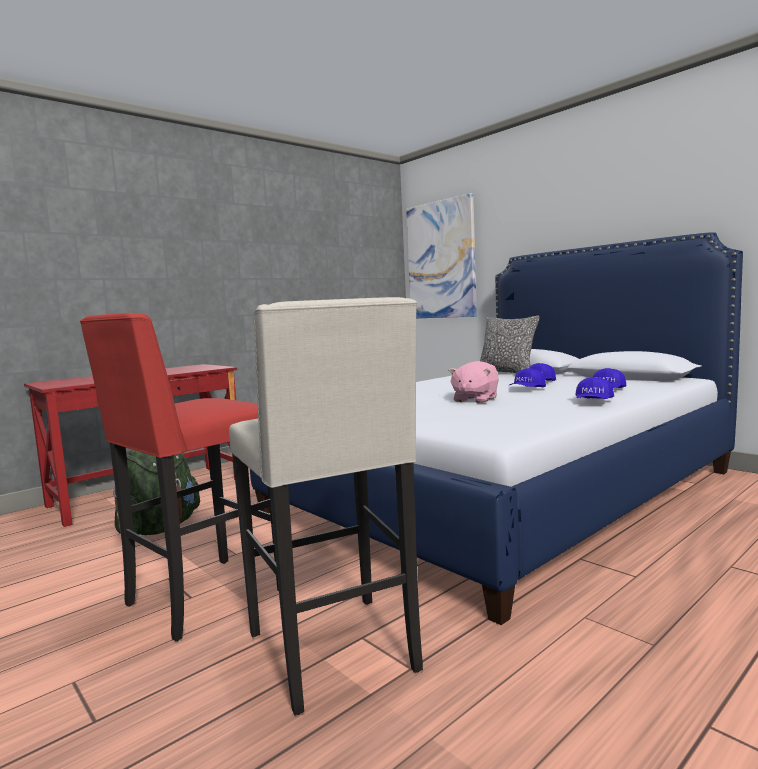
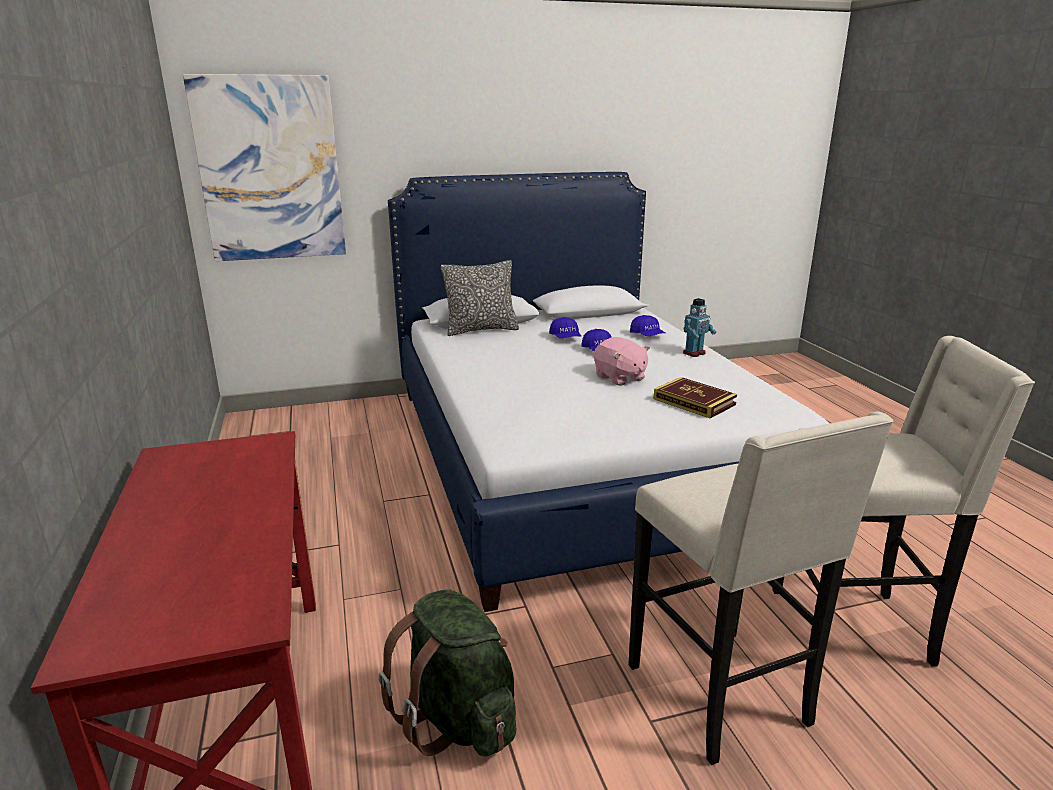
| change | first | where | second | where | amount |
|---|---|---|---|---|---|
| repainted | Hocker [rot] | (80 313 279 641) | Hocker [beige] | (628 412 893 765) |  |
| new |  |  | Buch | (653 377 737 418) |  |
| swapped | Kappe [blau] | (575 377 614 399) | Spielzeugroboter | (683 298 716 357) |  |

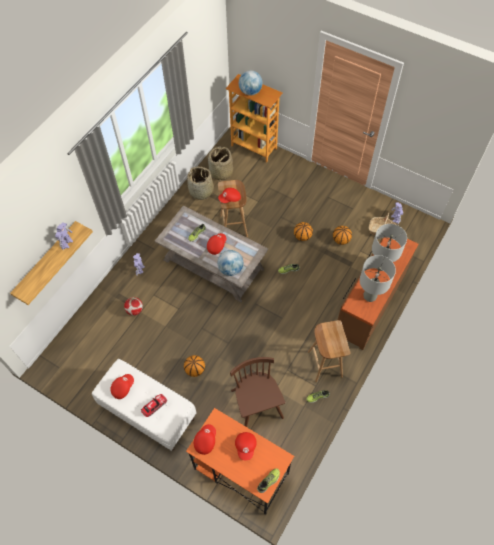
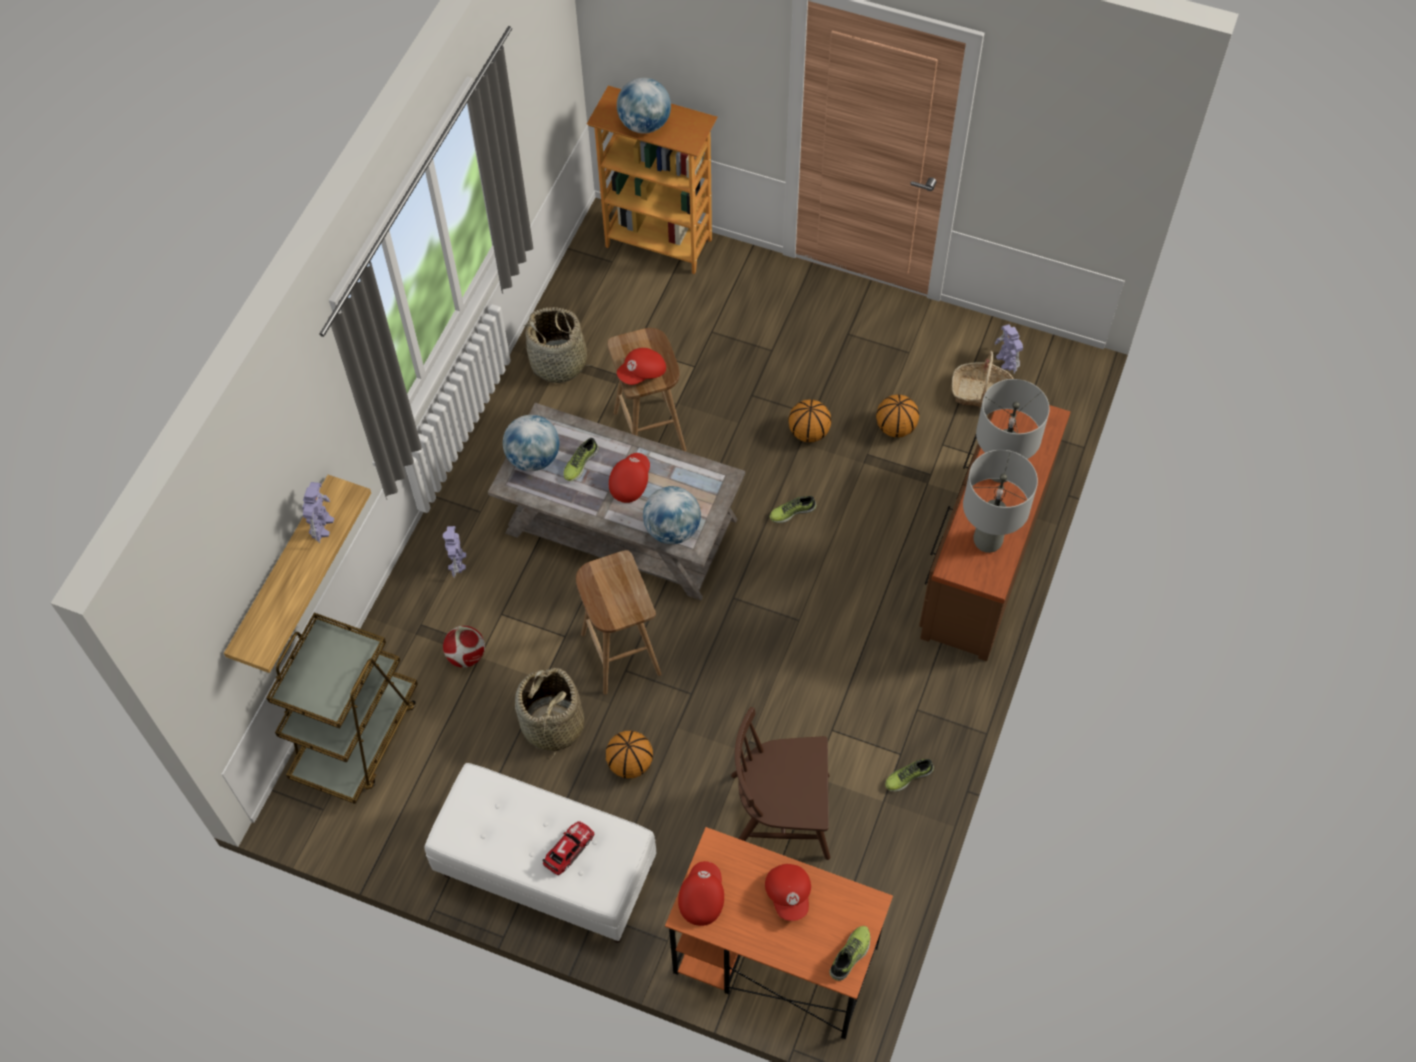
| change | first | where | second | where | amount |
|---|---|---|---|---|---|
| new |  |  | Rollwagen [braun] | (266 613 418 804) |  |
| new |  |  | Globus | (503 415 559 471) |  |
| shifted | Korb | (208 146 233 181) |  | (515 668 584 759) |  |
| shifted | Hocker [braun] | (308 320 350 382) |  | (576 550 661 694) |  |
| rotated | Stuhl [braun] | (230 357 285 427) |  | (731 707 830 860) | 60 degrees counterclockwise |
| gone | Kappe [rot] | (110 374 134 399) |  |  |  |

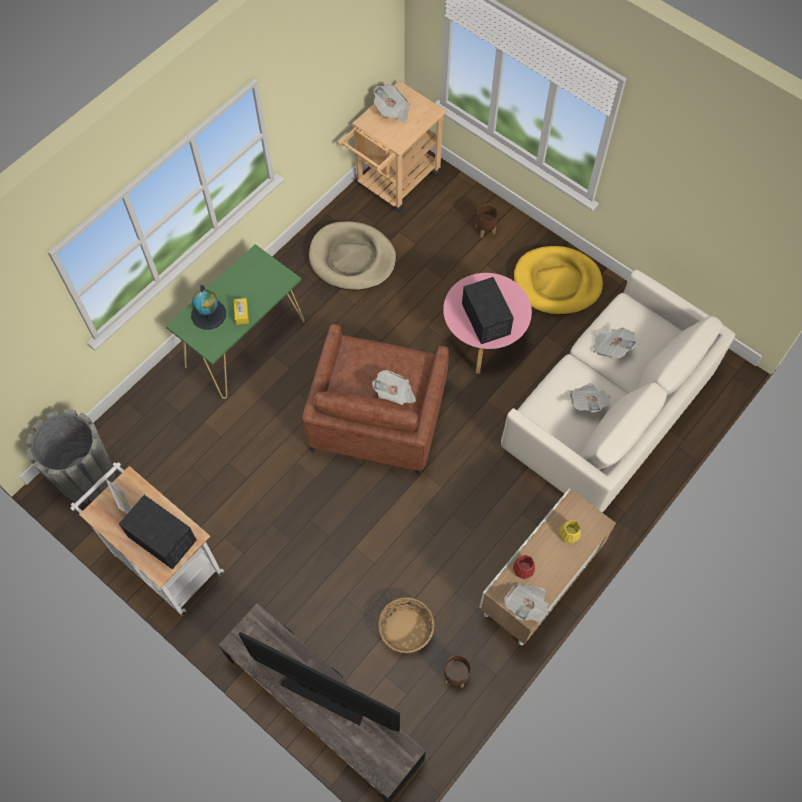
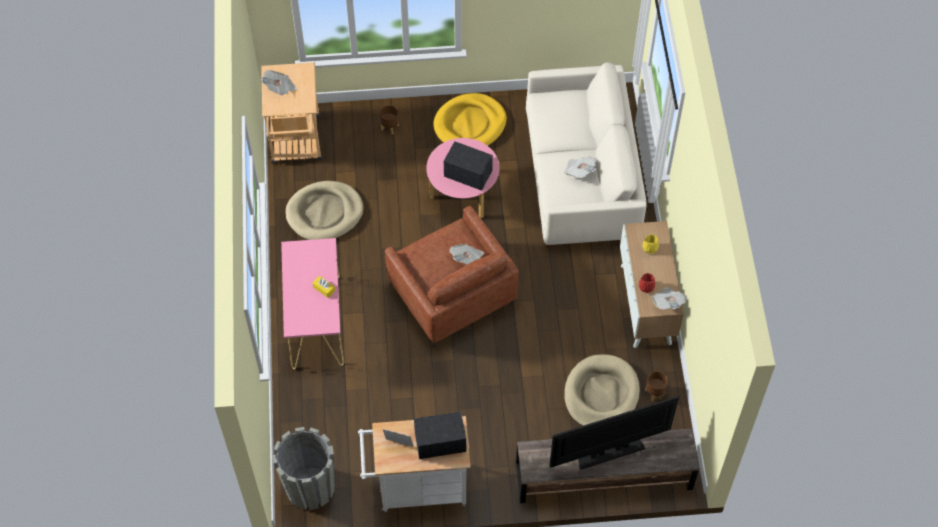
| change | first | where | second | where | amount |
|---|---|---|---|---|---|
| repainted | Konsolentisch [grün] | (166 244 304 399) | Konsolentisch [rosa] | (281 238 344 370) |  |
| swapped | Korb | (378 597 434 653) | Hundebett [beige] | (564 354 640 426) |  |
| gone | Globus | (191 285 226 330) |  |  |  |
| gone | Zeitung | (593 328 636 359) |  |  |  |

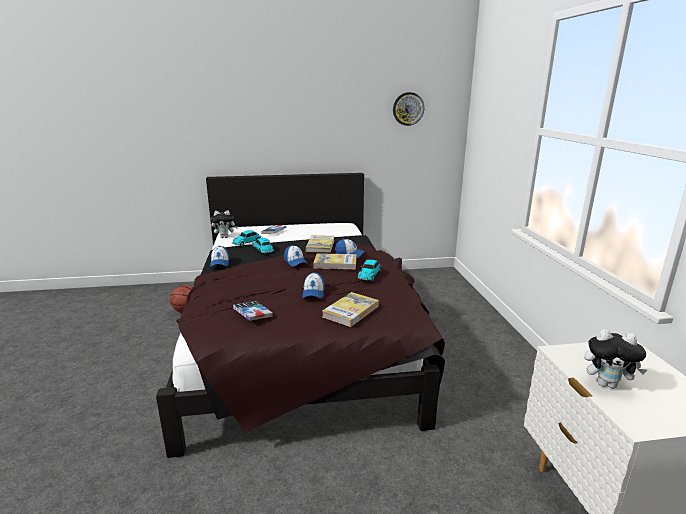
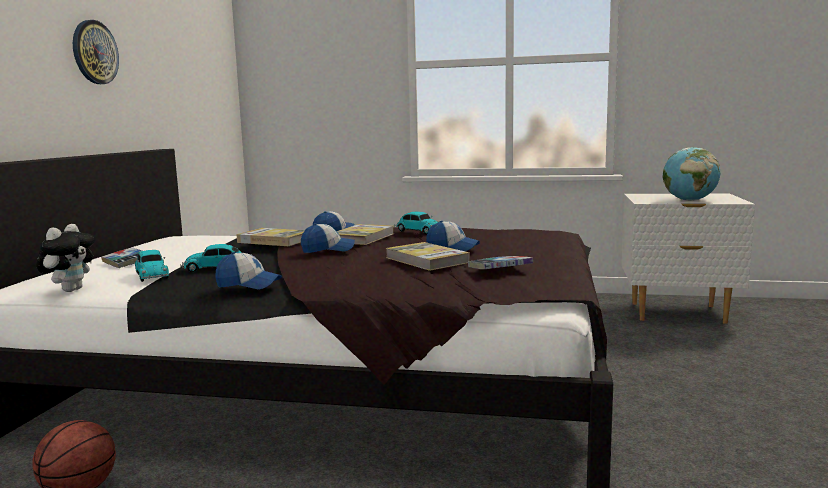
| change | first | where | second | where | amount |
|---|---|---|---|---|---|
| shifted | Wanduhr | (393 92 424 126) |  | (73 20 119 84) |  |
| shifted | Buch | (322 292 379 327) |  | (386 242 470 271) |  |
| swapped | Plüschtier | (584 329 647 389) | Globus | (663 147 721 201) |  |

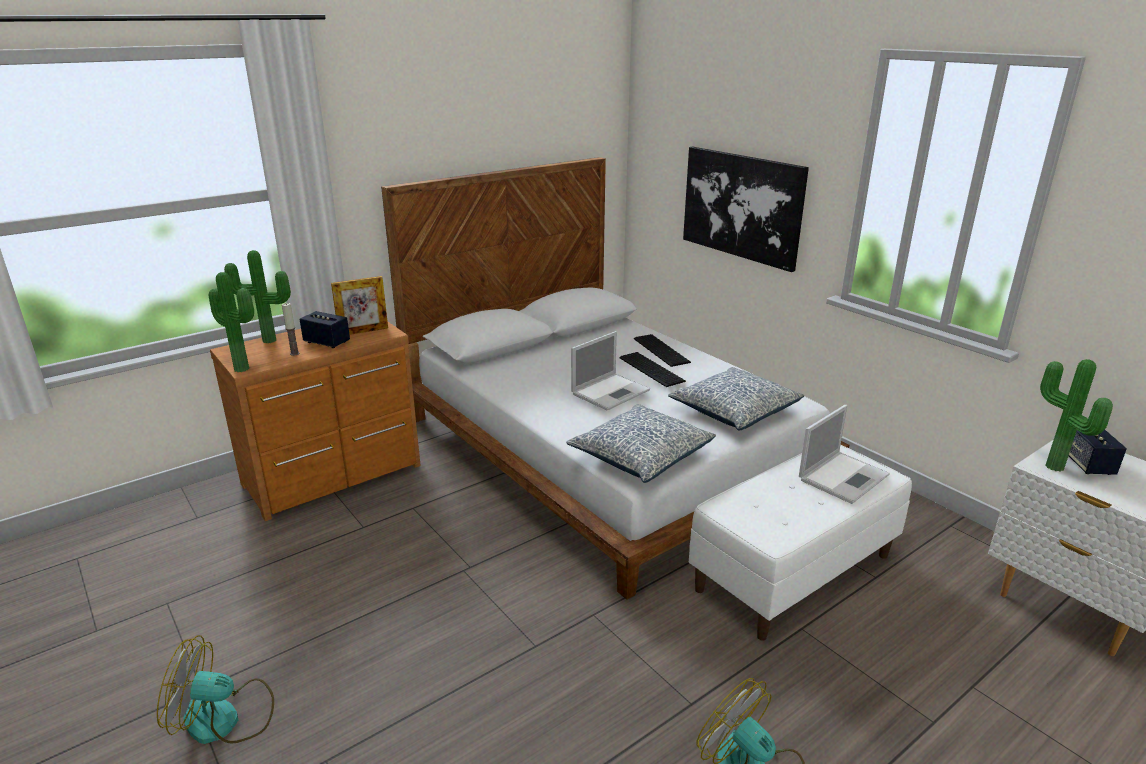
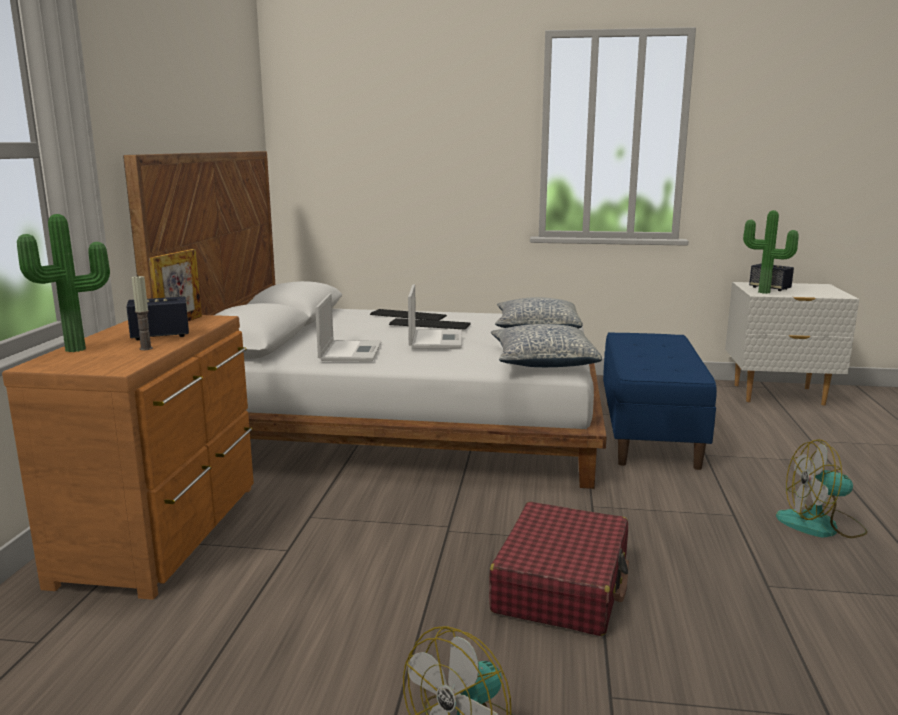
| change | first | where | second | where | amount |
|---|---|---|---|---|---|
| shifted | Laptop | (799 405 890 504) |  | (315 293 382 361) |  |
| new |  |  | Koffer [rot] | (489 502 629 636) |  |
| repainted | Bank [weiß] | (689 445 912 641) | Bank [blau] | (603 332 717 470) |  |
| gone | Topfpflanze | (208 272 254 372) |  |  |  |
| gone | Bild | (683 147 809 272) |  |  |  |

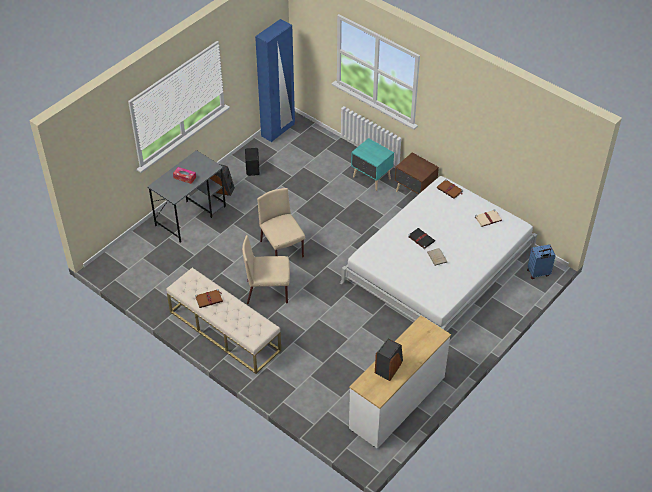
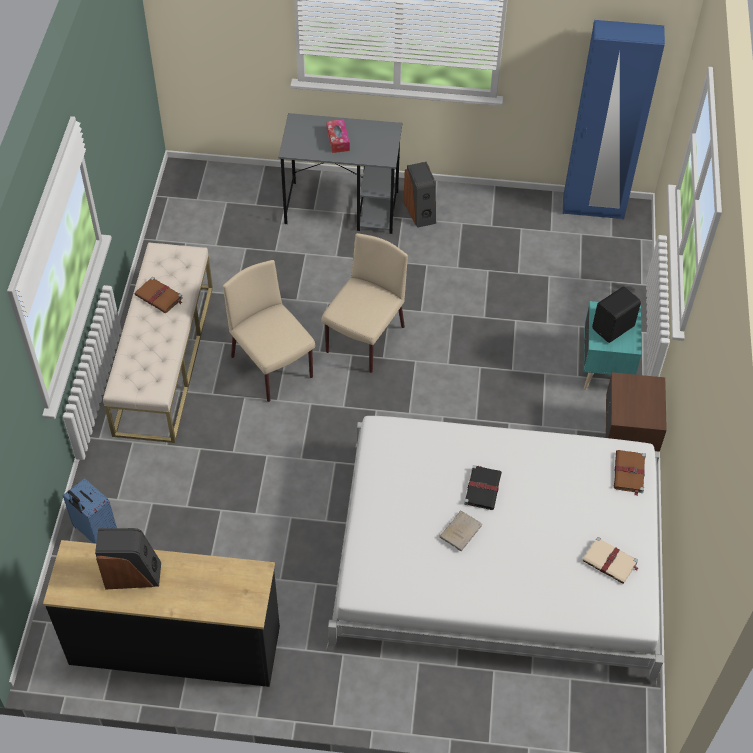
| change | first | where | second | where | amount |
|---|---|---|---|---|---|
| repainted | Kommode [weiß] | (349 316 451 449) | Kommode [schwarz] | (43 540 280 687) |  |
| shifted | Koffer [blau] | (527 244 556 279) |  | (63 478 117 544) |  |
| shifted | Lautsprecher [schwarz] | (245 148 260 176) |  | (592 286 641 343) |  |

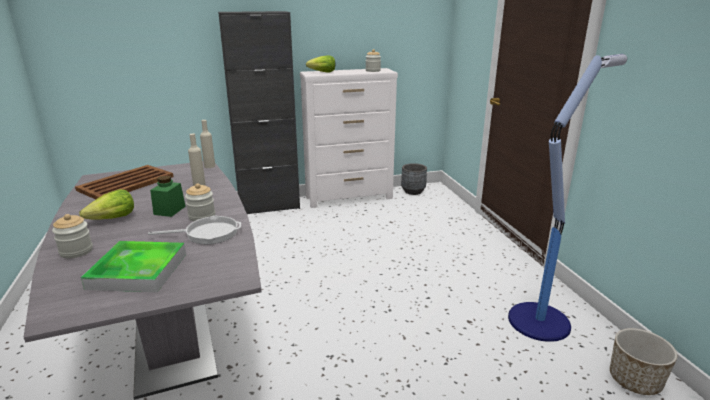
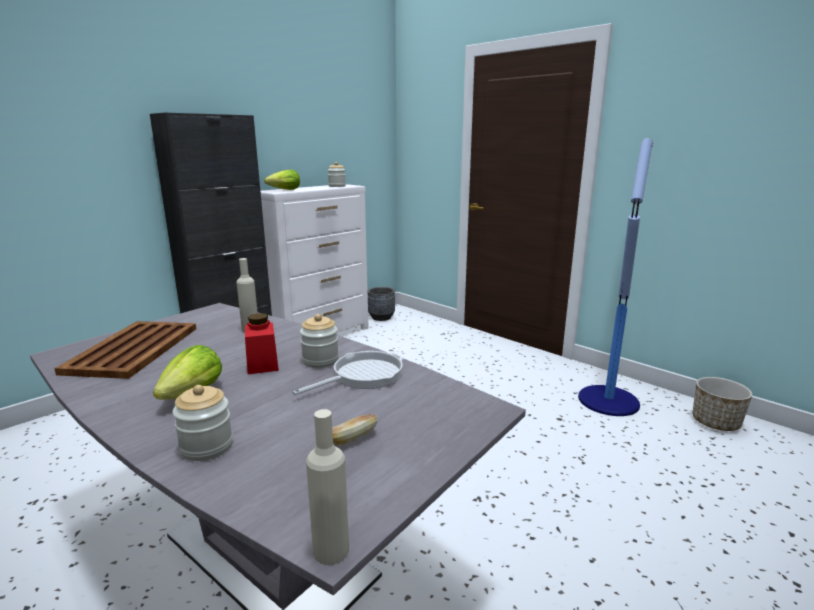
| change | first | where | second | where | amount |
|---|---|---|---|---|---|
| repainted | Vorratsglas [grün] | (150 175 186 217) | Vorratsglas [rot] | (245 313 279 374) |  |
| shifted | Flasche [beige] | (200 120 215 168) |  | (306 409 349 565) |  |
| swapped | Tablett | (81 241 186 292) | Brot | (332 414 377 446) |  |

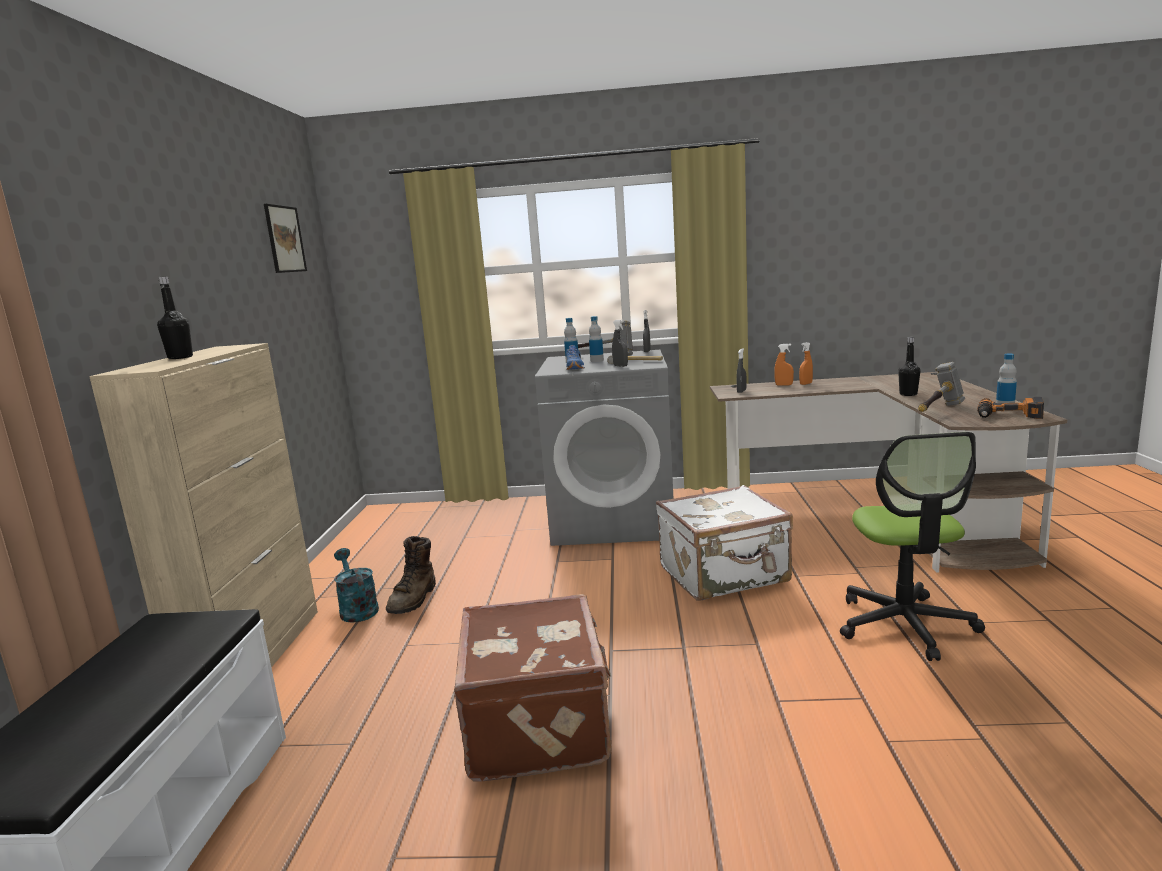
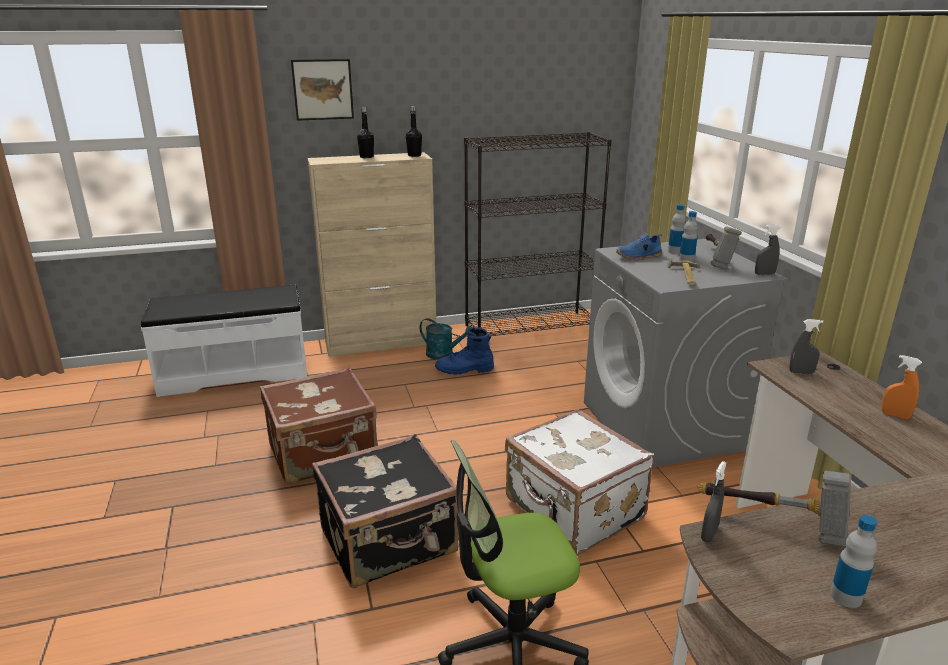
| change | first | where | second | where | amount |
|---|---|---|---|---|---|
| shifted | Bild | (264 203 307 273) |  | (291 59 354 121) |  |
| new |  |  | Koffer [schwarz] | (312 435 459 588) |  |
| shifted | Flasche [schwarz] | (898 337 921 396) |  | (406 106 422 157) |  |
| rotated | Gießkanne [türkis] | (334 548 379 623) |  | (420 318 471 360) | 75 degrees clockwise |
| repainted | Stiefel [braun] | (386 536 436 614) | Stiefel [blau] | (435 327 494 375) |  |
| new |  |  | Bücherregal [schwarz] | (464 132 612 336) |  |
| shifted | Sprühflasche [grau] | (612 320 628 367) |  | (701 461 727 543) |  |
| gone | Sprühflasche [orange] | (774 344 794 386) |  |  |  |
| gone | Bohrmaschine | (977 397 1044 419) |  |  |  |

